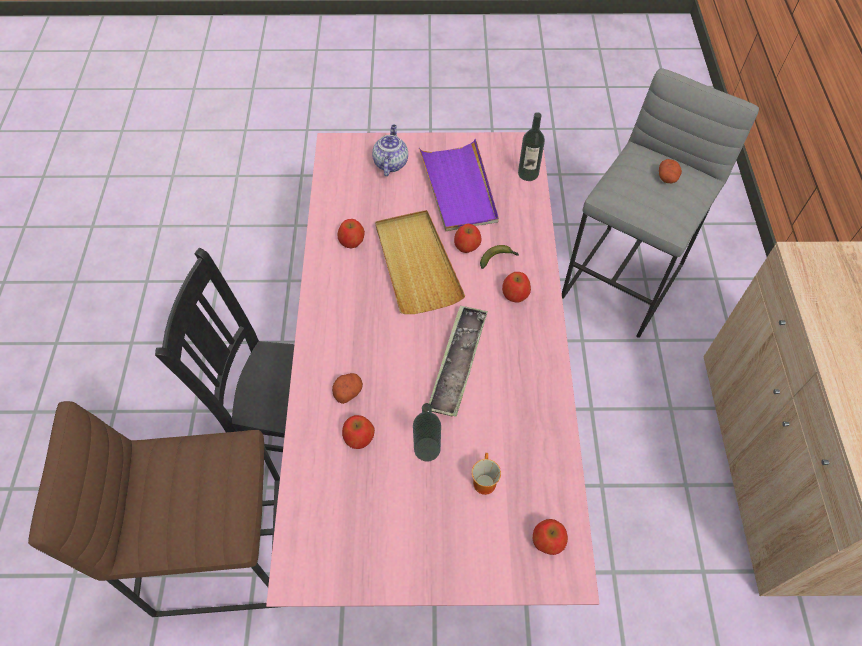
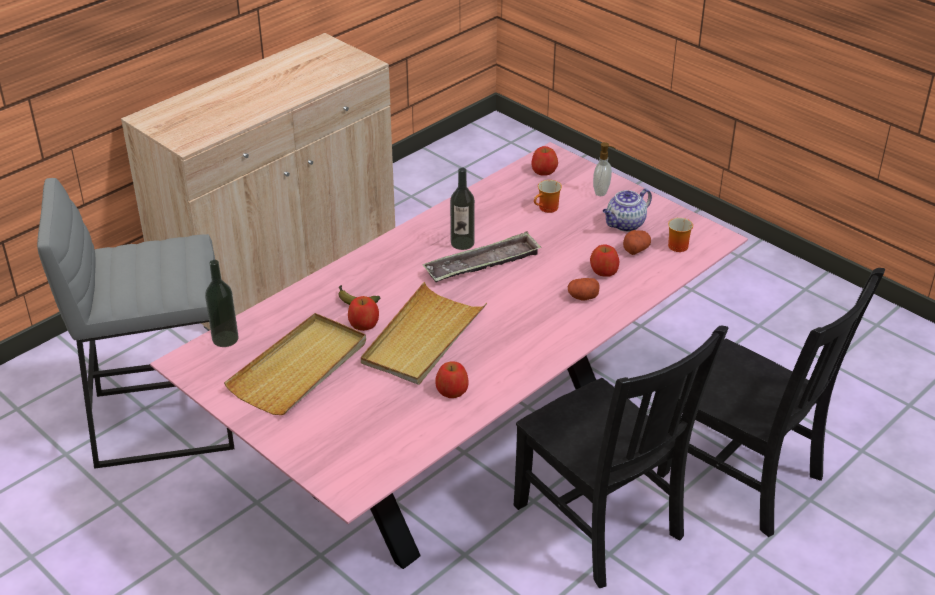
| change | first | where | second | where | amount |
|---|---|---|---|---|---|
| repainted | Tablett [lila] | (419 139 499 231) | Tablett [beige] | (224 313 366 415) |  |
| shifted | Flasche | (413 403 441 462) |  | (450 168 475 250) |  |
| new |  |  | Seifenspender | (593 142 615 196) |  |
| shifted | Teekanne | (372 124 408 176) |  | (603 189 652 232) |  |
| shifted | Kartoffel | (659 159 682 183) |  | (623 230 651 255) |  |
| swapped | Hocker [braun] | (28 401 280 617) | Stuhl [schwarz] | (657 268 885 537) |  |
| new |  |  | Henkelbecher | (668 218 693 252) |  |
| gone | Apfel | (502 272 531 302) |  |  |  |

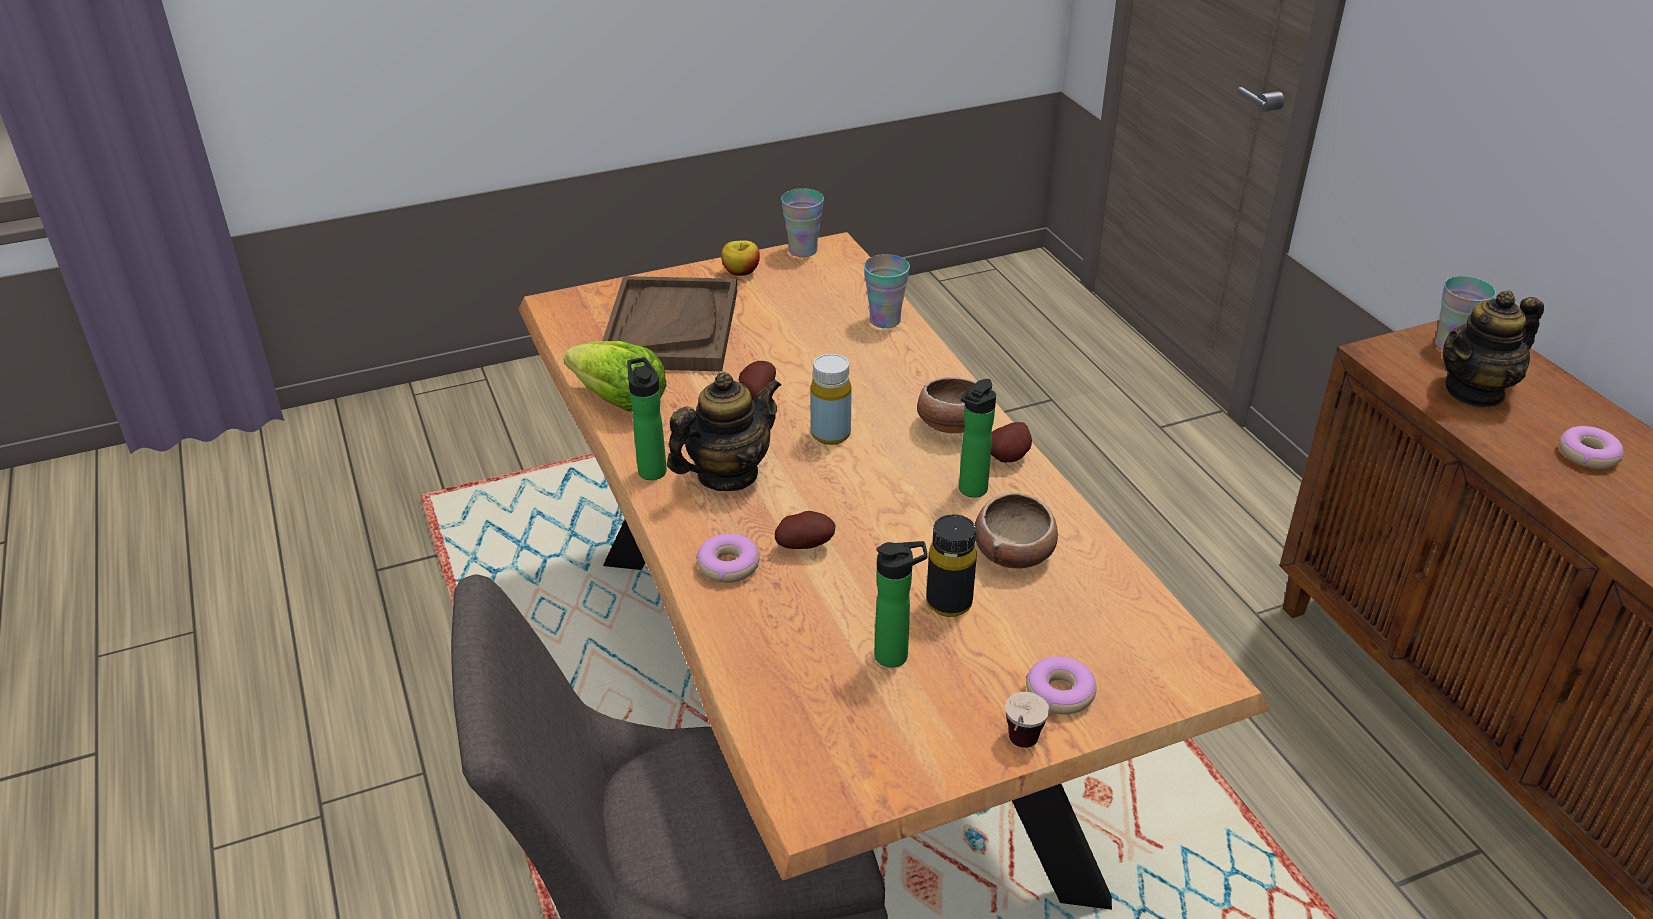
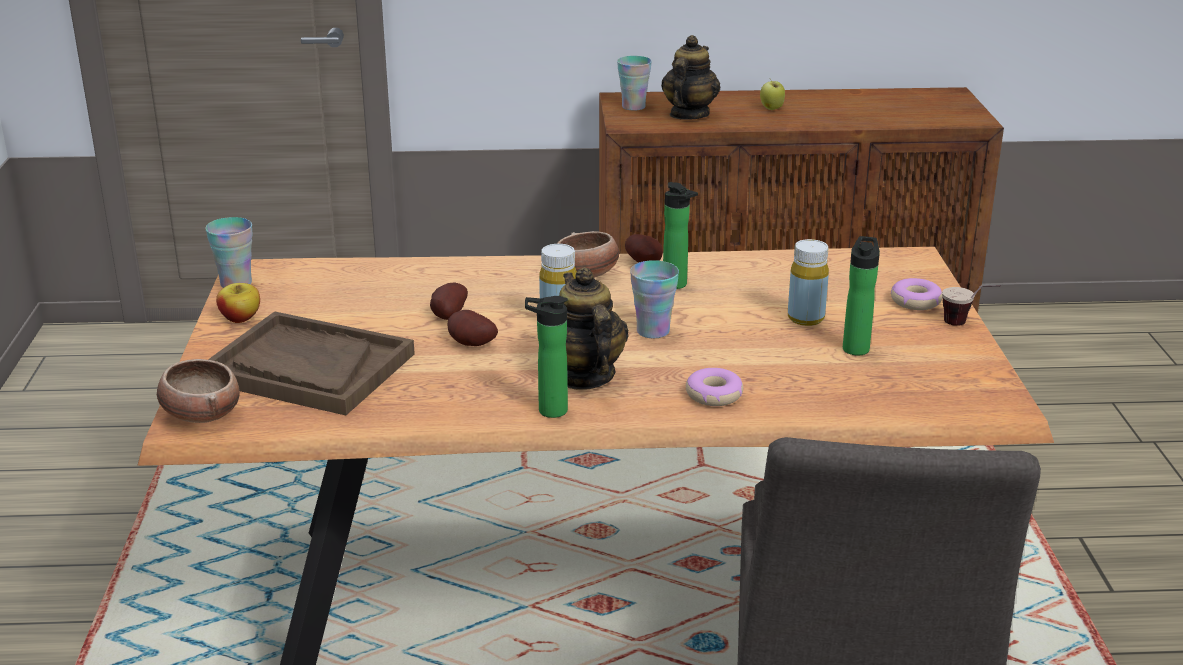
| change | first | where | second | where | amount |
|---|---|---|---|---|---|
| shifted | Schüssel | (975 492 1058 569) |  | (157 359 240 423) |  |
| shifted | Kartoffel | (775 511 836 549) |  | (430 282 468 320) |  |
| shifted | Tasse | (864 254 910 328) |  | (630 260 679 339) |  |
| rotated | Teekanne | (1443 290 1544 408) |  | (661 35 721 120) | 150 degrees counterclockwise |
| swapped | Donut | (1559 426 1624 469) | Apfel | (760 79 785 110) |  |
| repainted | Flasche [schwarz] | (926 514 977 617) | Flasche [gelb] | (788 239 829 326) |  |
| gone | Salatkopf | (563 341 667 412) |  |  |  |

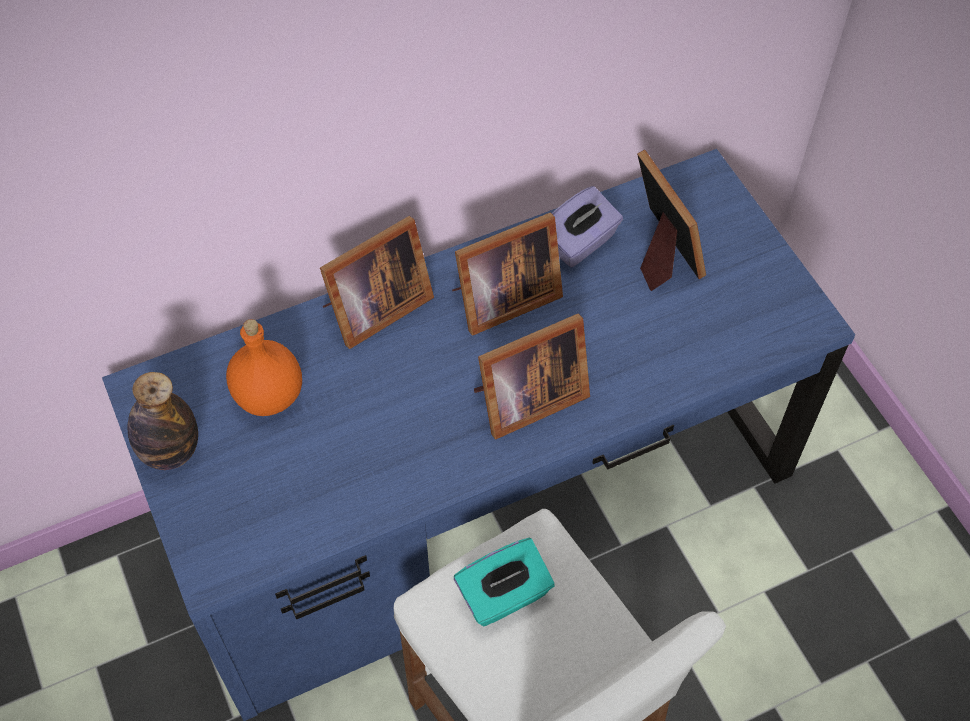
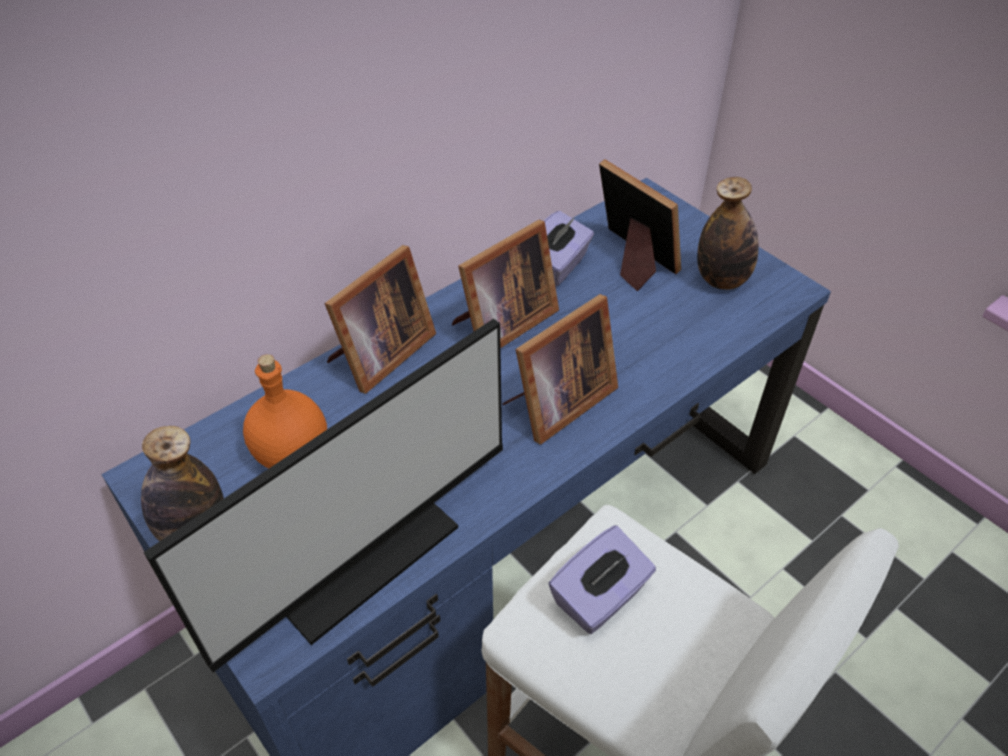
| change | first | where | second | where | amount |
|---|---|---|---|---|---|
| new |  |  | Monitor | (143 319 503 672) |  |
| repainted | Taschentuchbox [türkis] | (454 538 555 626) | Taschentuchbox [lila] | (548 525 656 634) |  |
| new |  |  | Flasche | (697 177 758 290) |  |

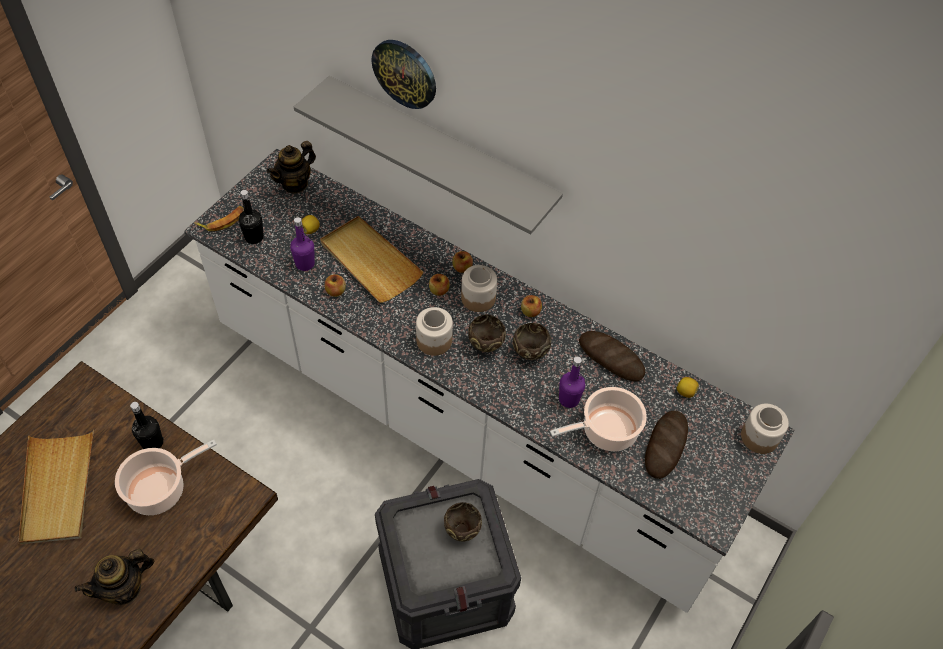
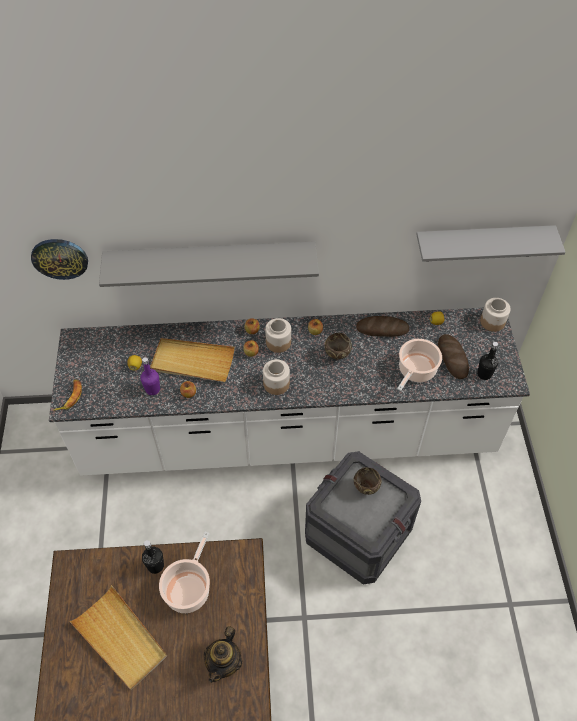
| change | first | where | second | where | amount |
|---|---|---|---|---|---|
| shifted | Wanduhr | (371 40 436 109) |  | (31 239 88 280) |  |
| new |  |  | Wandregal [grau] | (416 225 565 262) |  |
| shifted | Flasche [schwarz] | (238 190 264 244) |  | (477 342 499 380) |  |
| gone | Teekanne | (267 141 316 194) |  |  |  |
| gone | Schüssel [braun] | (468 315 506 352) |  |  |  |
| gone | Flasche [lila] | (559 356 585 408) |  |  |  |

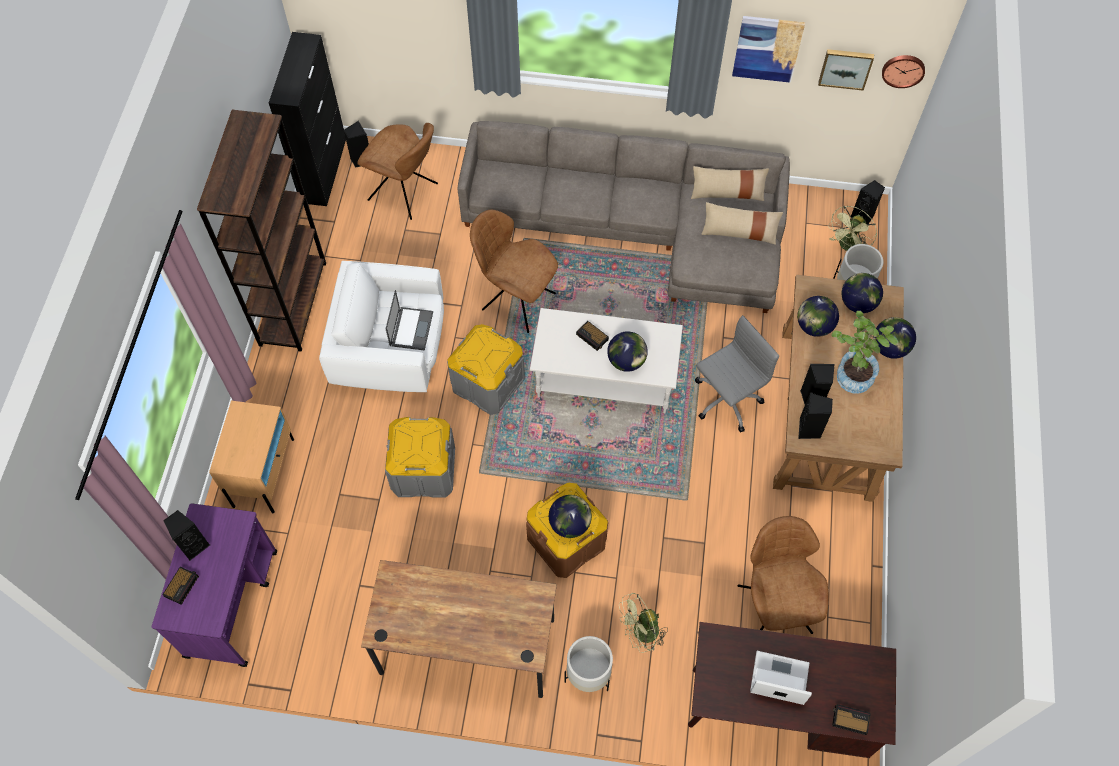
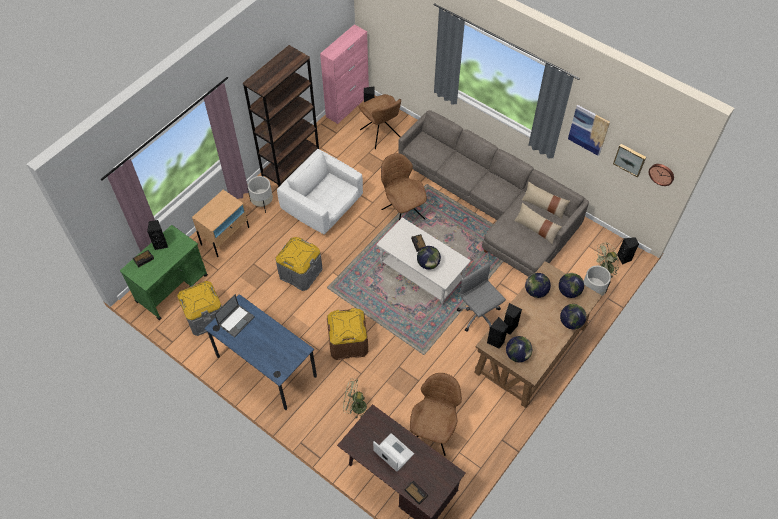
| change | first | where | second | where | amount |
|---|---|---|---|---|---|
| repainted | Rollwagen [lila] | (152 503 278 667) | Rollwagen [grün] | (120 225 208 320) |  |
| shifted | Aufbewahrungsbox [grau] | (447 324 525 415) |  | (177 281 222 336) |  |
| repainted | Schreibtisch [braun] | (361 560 557 698) | Schreibtisch [blau] | (204 294 317 410) |  |
| shifted | Laptop | (386 290 433 351) |  | (214 294 255 338) |  |
| shifted | Pflanzkübel [weiß] | (564 636 613 692) |  | (248 176 273 213) |  |
| repainted | Schrank [schwarz] | (269 32 346 206) | Schrank [rosa] | (320 24 369 124) |  |
| rotated | Bürostuhl [grau] | (695 315 779 432) |  | (457 263 506 332) | 120 degrees counterclockwise |
| shifted | Globus | (549 495 592 538) |  | (506 336 532 362) |  |
| gone | Topfpflanze | (831 311 898 394) |  |  |  |

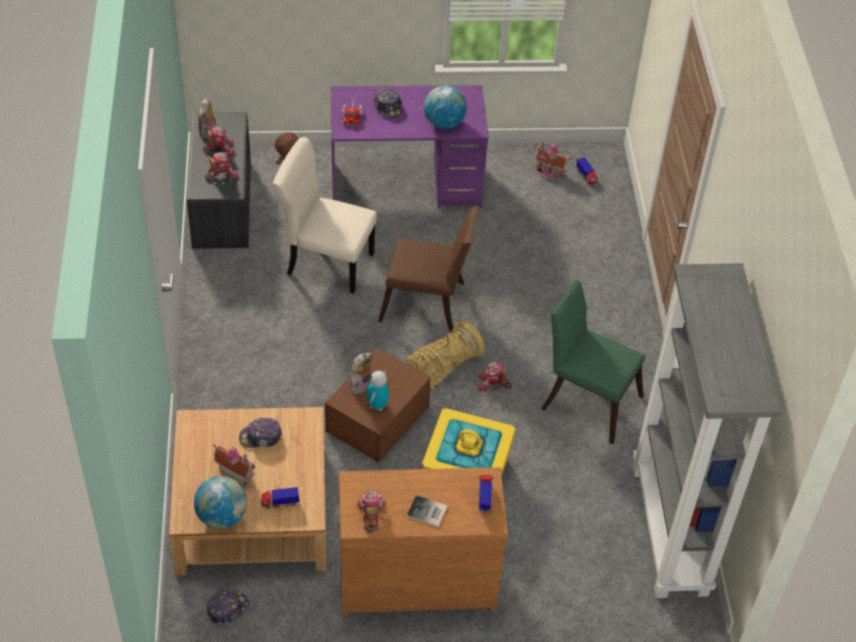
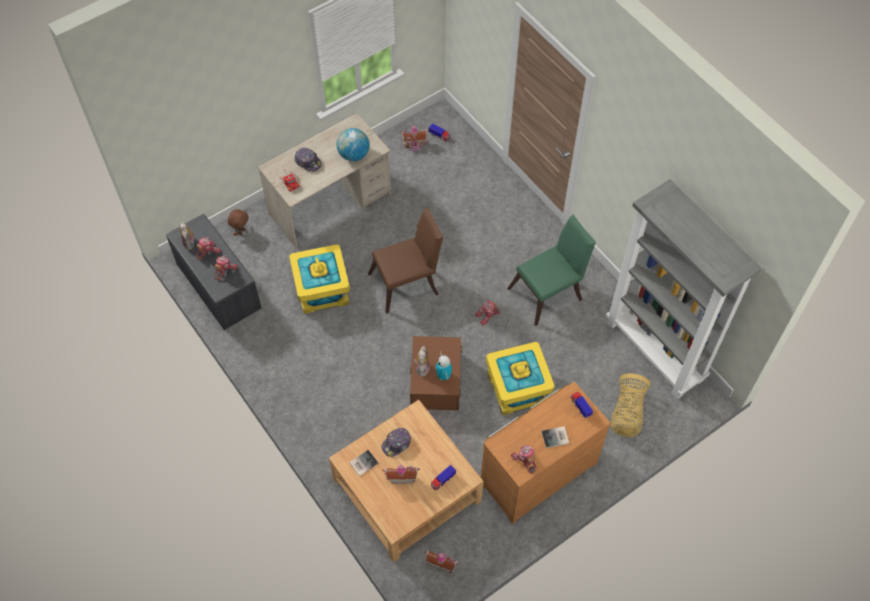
| change | first | where | second | where | amount |
|---|---|---|---|---|---|
| repainted | Schreibtisch [lila] | (331 85 489 208) | Schreibtisch [beige] | (258 113 391 249) |  |
| swapped | Stuhl [beige] | (273 137 377 294) | Aufbewahrungsbox [gelb] | (289 244 350 314) |  |
| new |  |  | Buch | (349 450 379 476) |  |
| swapped | Kappe | (207 591 249 626) | Spielzeughaus | (424 551 459 573) |  |
| rotated | Stuhl [grün] | (541 279 645 444) |  | (507 215 596 326) | 150 degrees clockwise |
| shifted | Korb | (405 320 485 389) |  | (611 374 650 437) |  |
| gone | Globus | (194 476 247 529) |  |  |  |

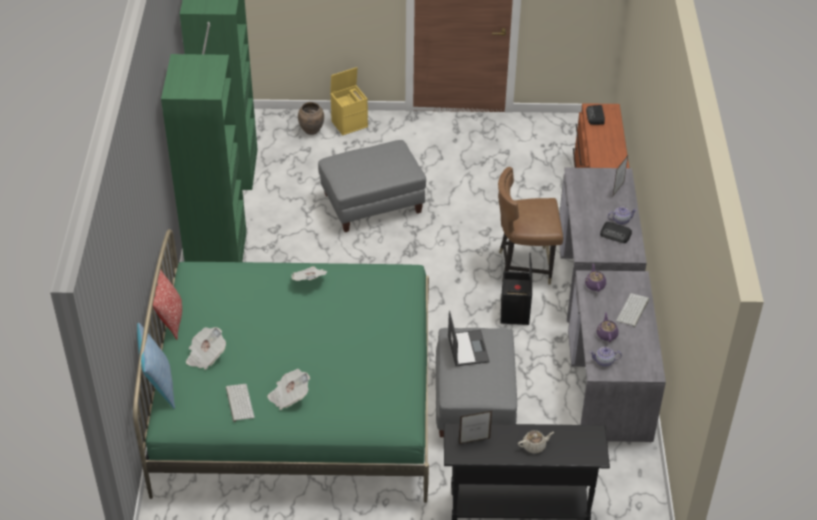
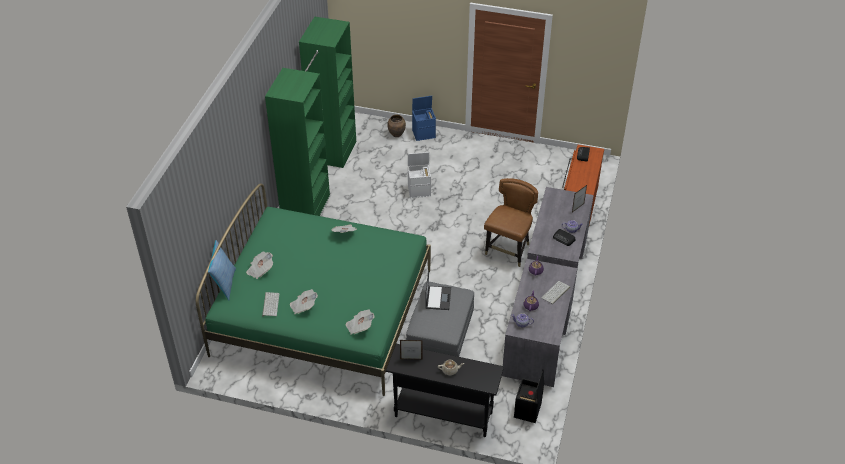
| change | first | where | second | where | amount |
|---|---|---|---|---|---|
| new |  |  | Zeitung | (346 309 374 335) |  |
| swapped | Polsterhocker [grau] | (318 140 426 232) | Aufbewahrungsbox [weiß] | (408 152 431 198) |  |
| repainted | Aufbewahrungsbox [gelb] | (330 67 368 135) | Aufbewahrungsbox [blau] | (412 96 436 141) |  |
| rotated | Stuhl [braun] | (498 167 563 285) |  | (484 178 538 267) | 105 degrees clockwise |
| shifted | Aufbewahrungsbox [schwarz] | (501 253 532 325) |  | (514 369 544 423) |  |
| gone | Kissen | (153 269 182 340) |  |  |  |

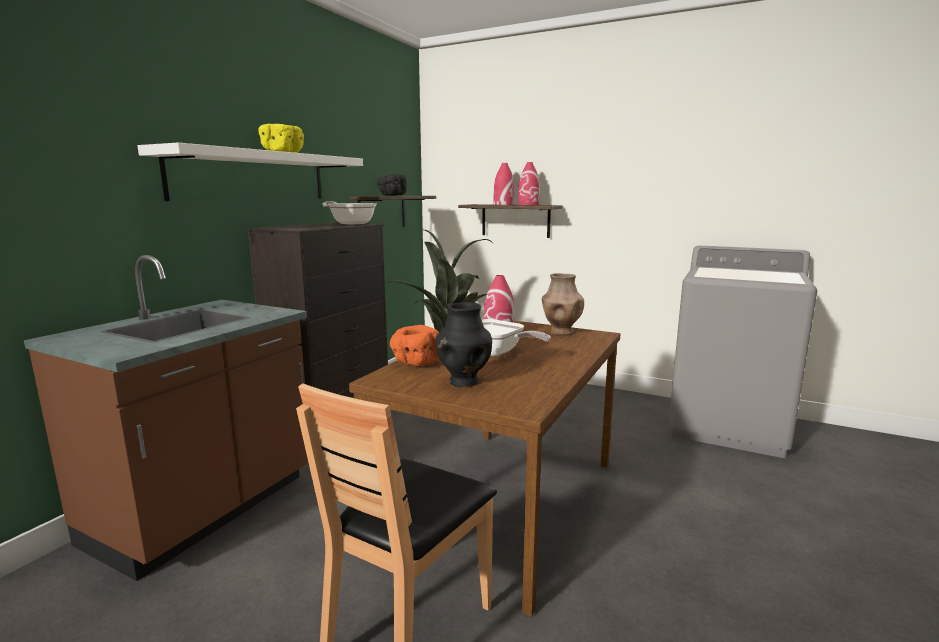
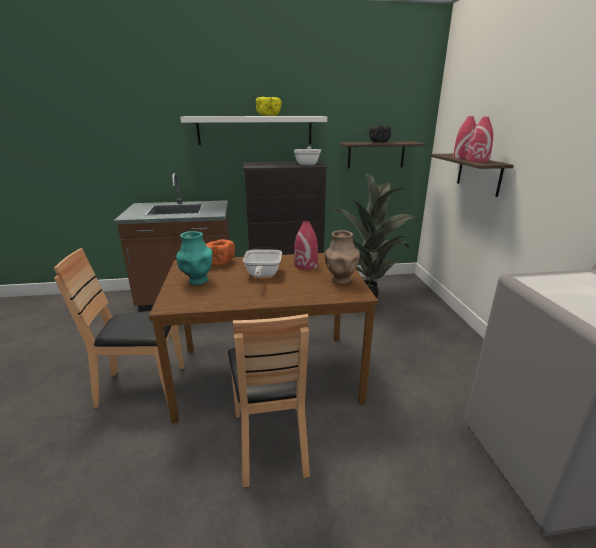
| change | first | where | second | where | amount |
|---|---|---|---|---|---|
| repainted | Vase [schwarz] | (436 302 492 387) | Vase [türkis] | (176 231 212 285) |  |
| new |  |  | Stuhl [braun] | (228 314 310 487) |  |

